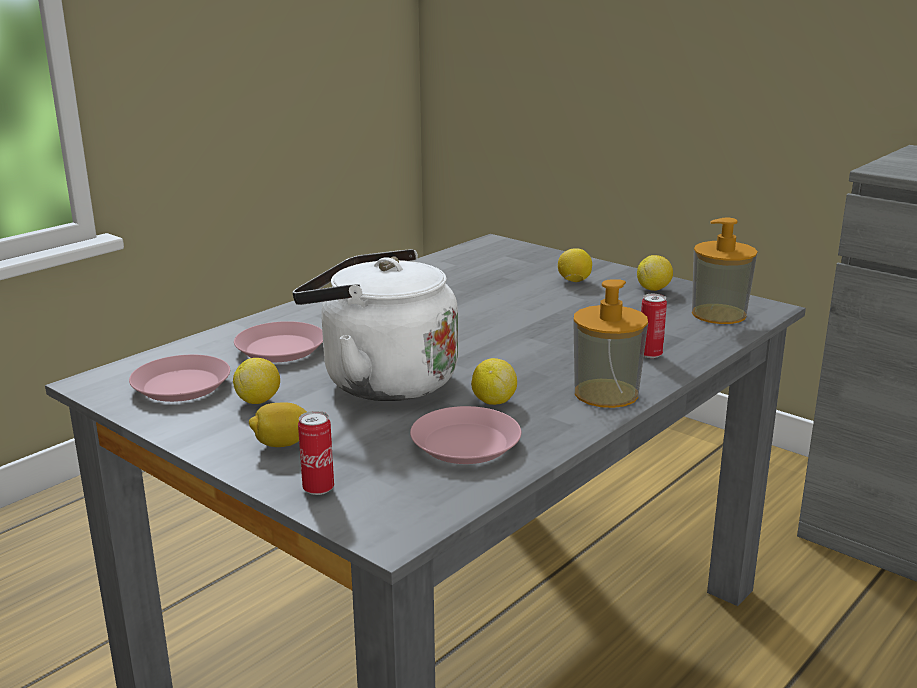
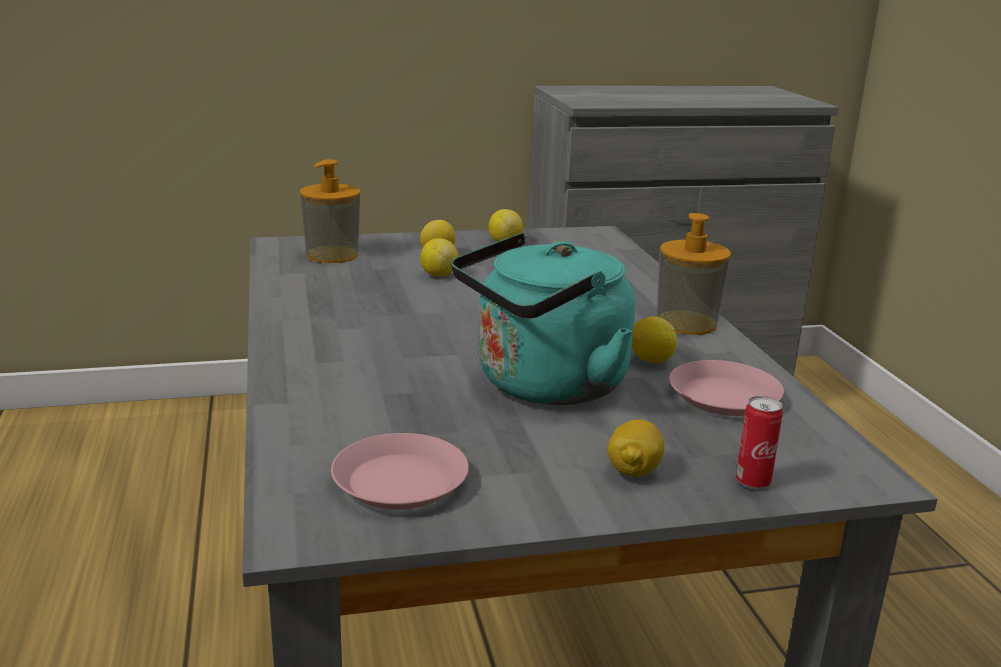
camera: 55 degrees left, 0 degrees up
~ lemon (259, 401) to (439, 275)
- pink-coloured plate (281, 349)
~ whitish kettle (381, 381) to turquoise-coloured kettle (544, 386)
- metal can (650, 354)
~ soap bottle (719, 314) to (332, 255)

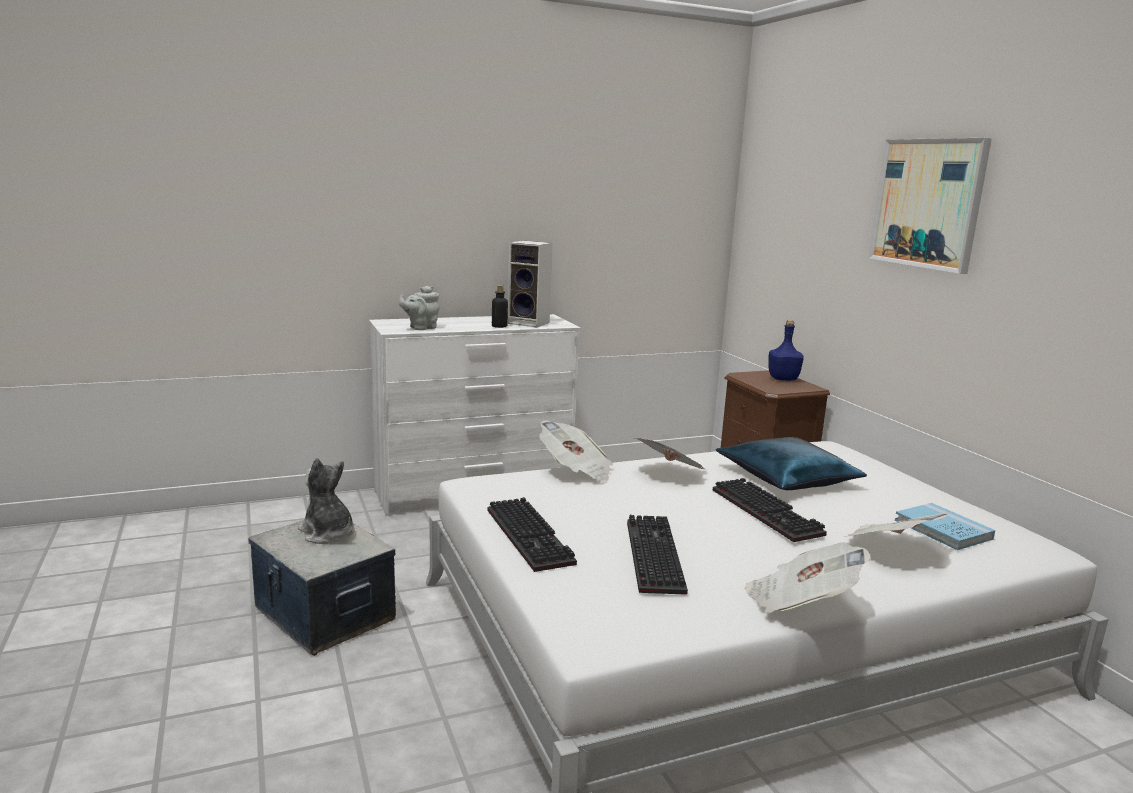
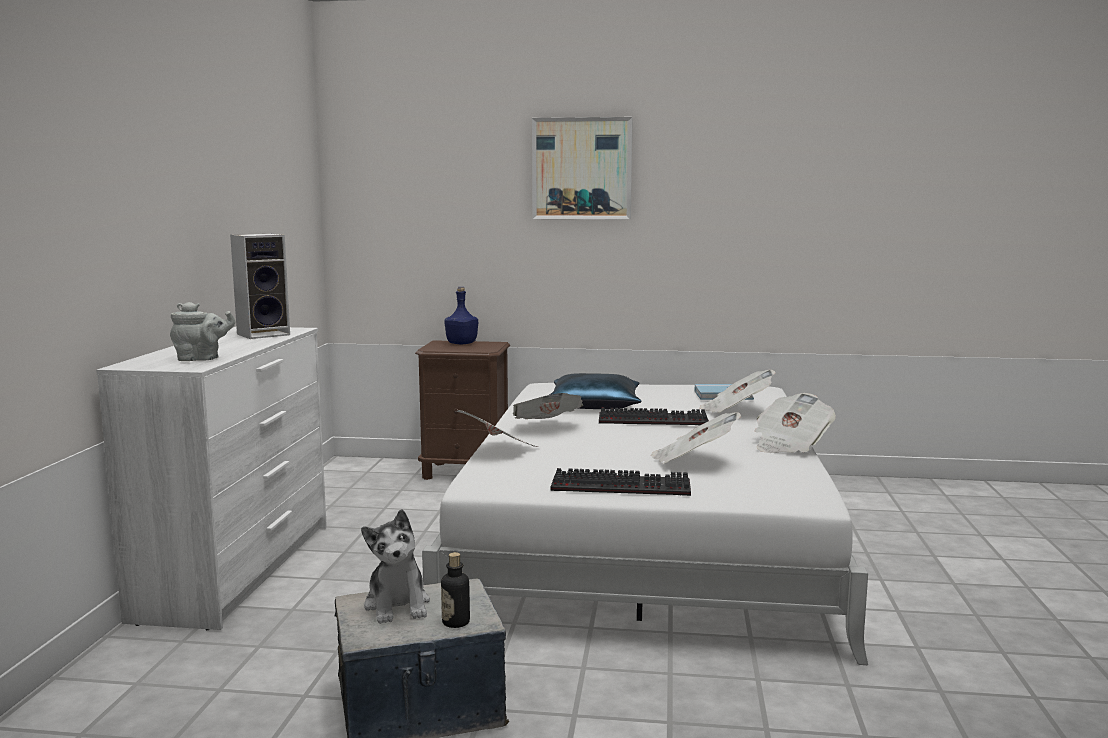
camera: 60 degrees left, 5 degrees down
~ plush toy (327, 533) = (398, 605) 90 degrees counterclockwise
~ gray tea pot (421, 328) = (202, 359) 90 degrees counterclockwise
~ drink bottle (499, 326) to (456, 622)
~ keyboard (651, 555) to printed paper (693, 460)

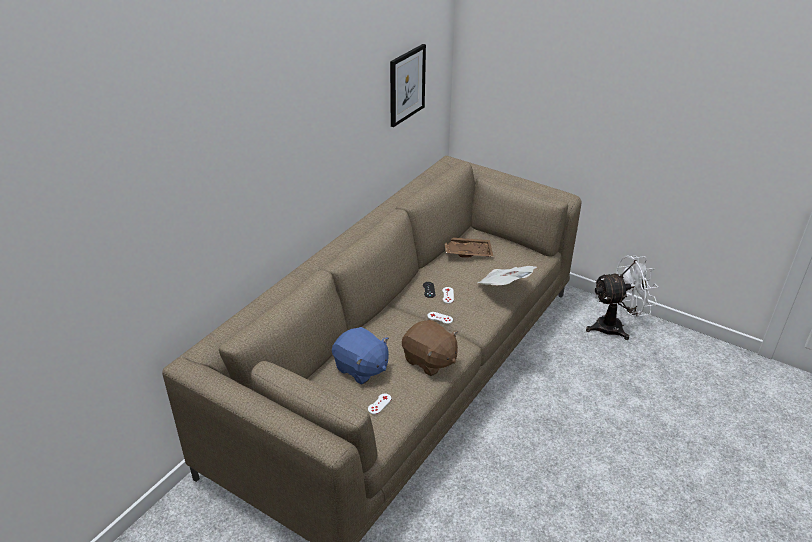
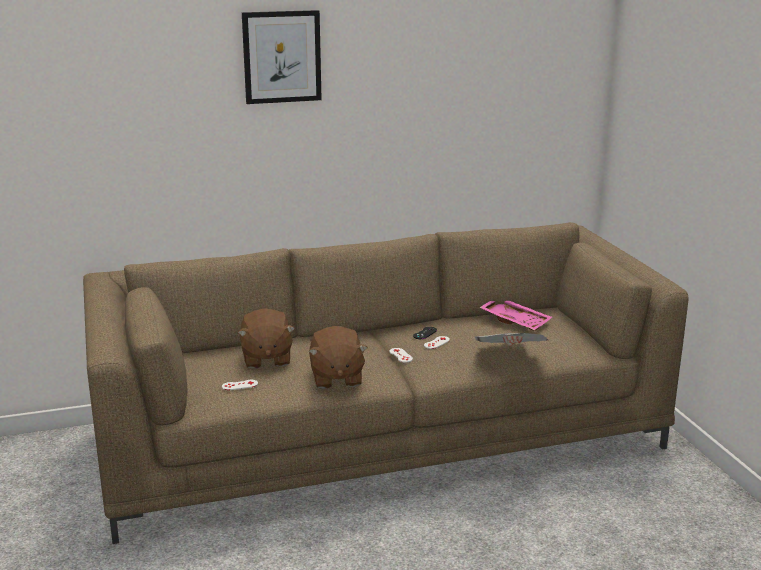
camera: 40 degrees right, 15 degrees down
~ blue-coloured plush toy (361, 368) to brown-coloured plush toy (266, 359)
~ picture (406, 85) to (282, 57)
~ brown-coloured tray (467, 252) to pink-coloured tray (516, 321)
- whitish fan (615, 327)

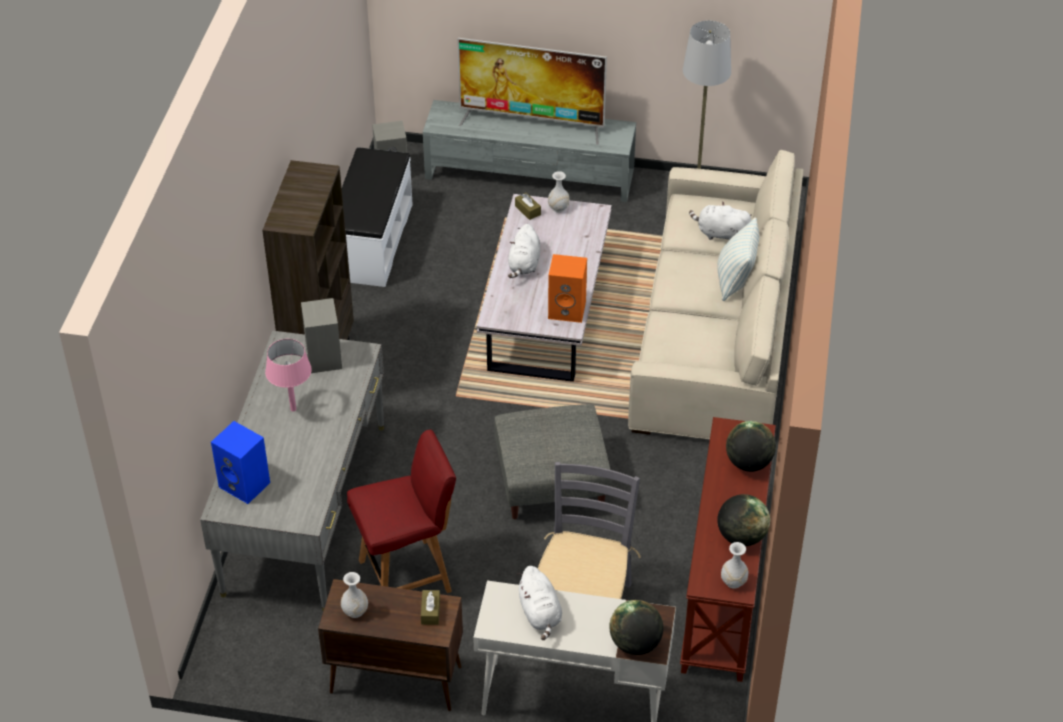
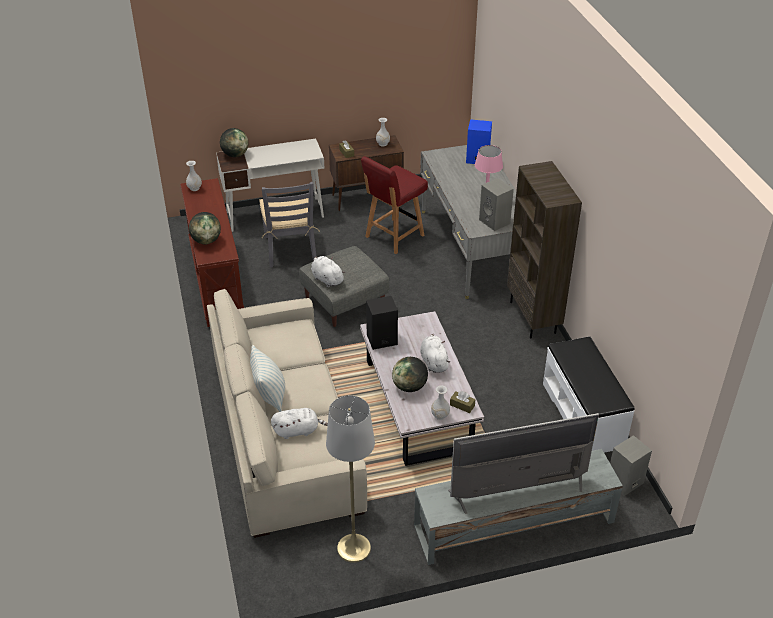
camera: 155 degrees right, 5 degrees down
~ whitish plush toy (540, 613) to (326, 279)
~ orange-coloured loudspeaker (568, 309) to black loudspeaker (381, 340)
~ world globe (741, 537) to (409, 387)

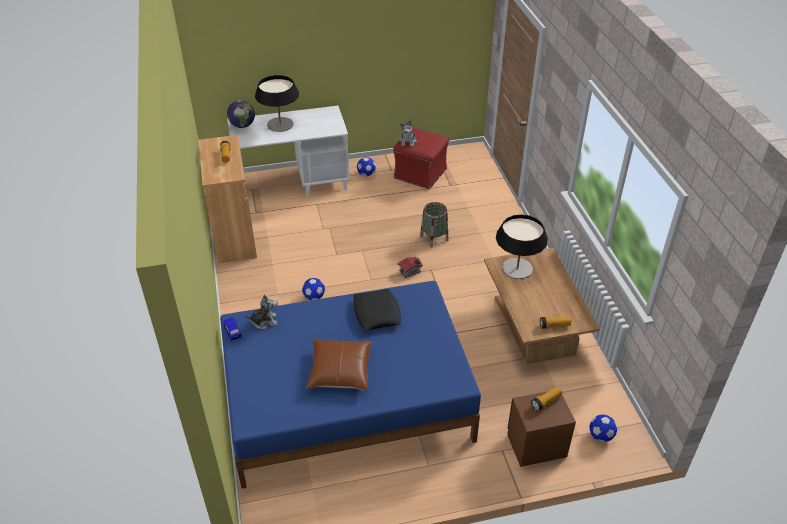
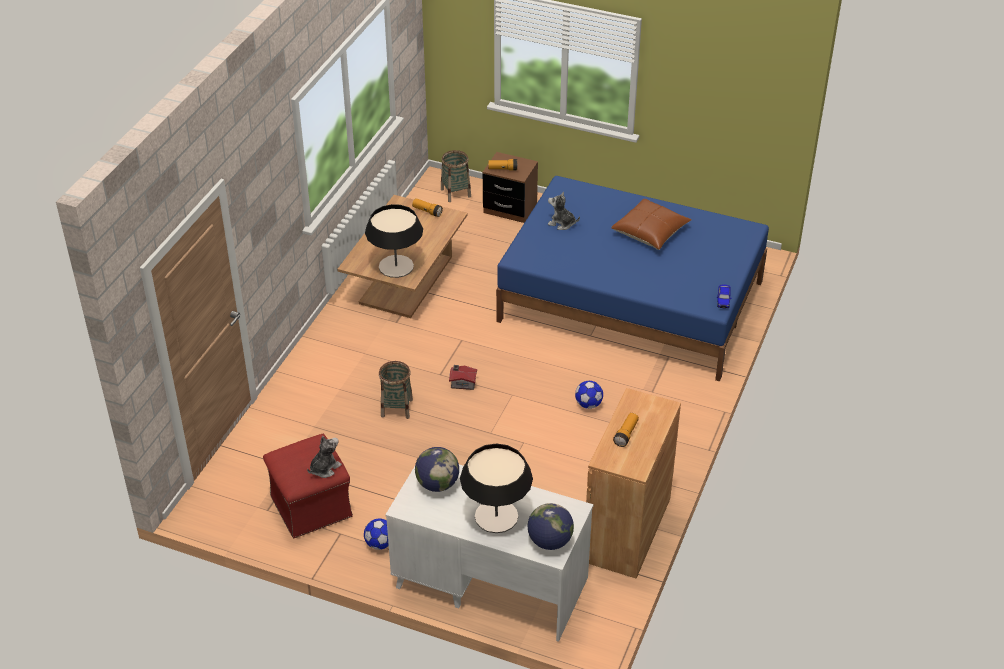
camera: 145 degrees left, 0 degrees up
~ plush toy (264, 321) to (562, 223)
- black cushion (376, 313)
~ football (600, 436) to basket (455, 193)
+ world globe (437, 484)

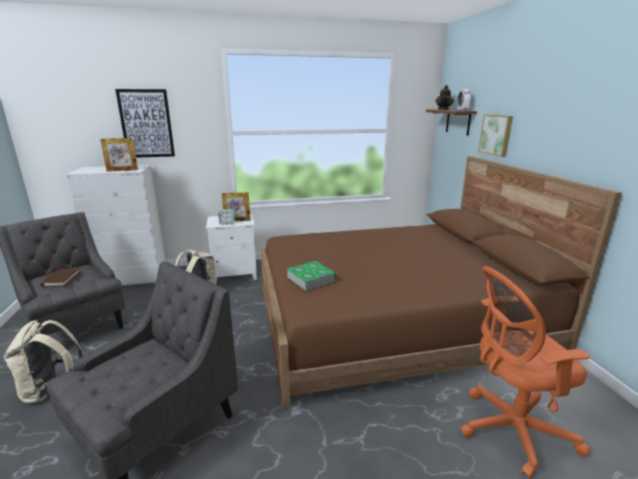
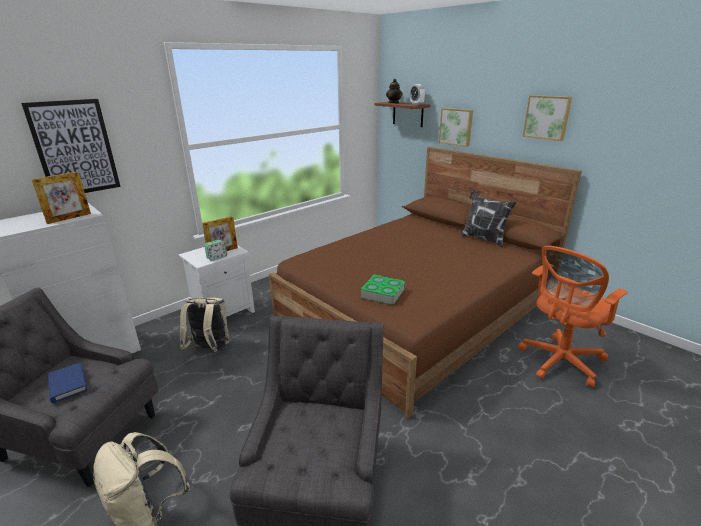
camera: 30 degrees left, 5 degrees up
~ brown-coloured volume (61, 279) to blue-coloured volume (68, 384)
+ cushion (483, 239)
+ picture (547, 117)

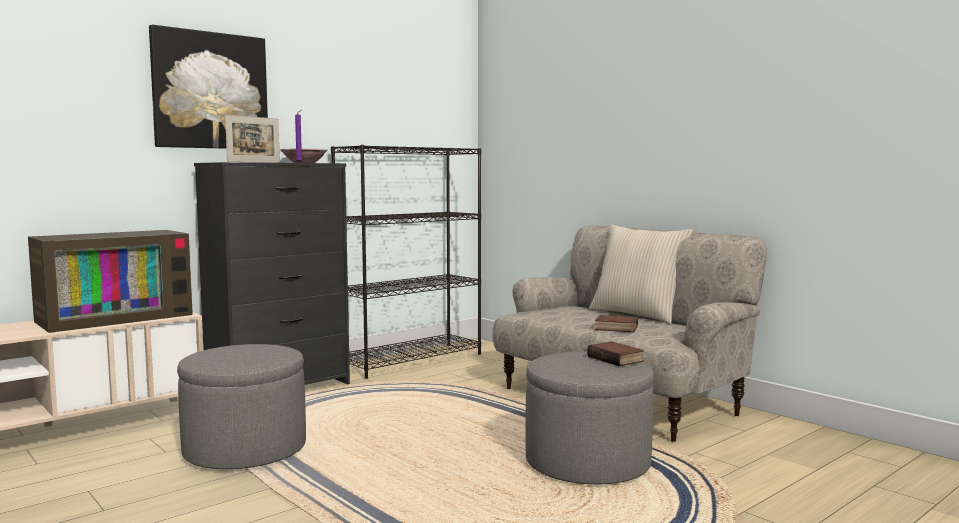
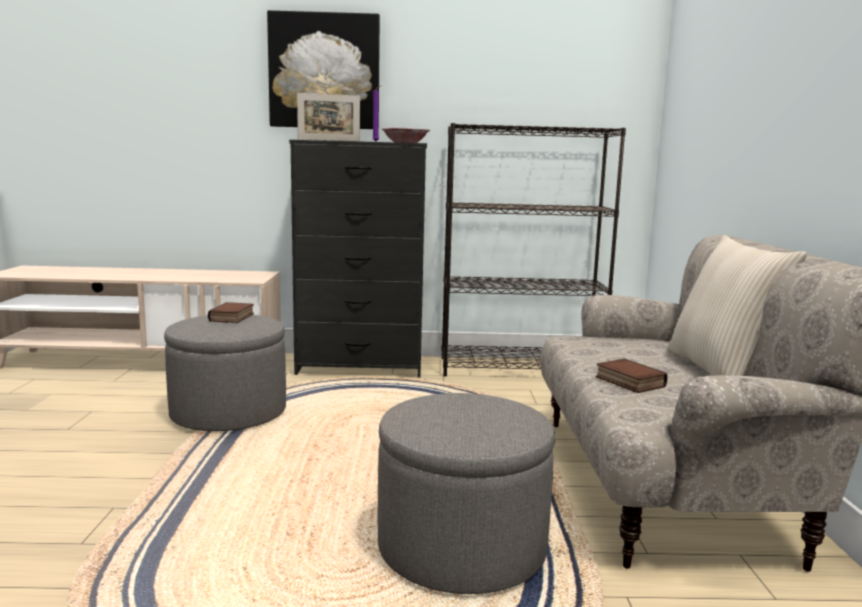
camera: 40 degrees right, 5 degrees up
- television (115, 317)
~ volume (616, 359) to (233, 317)

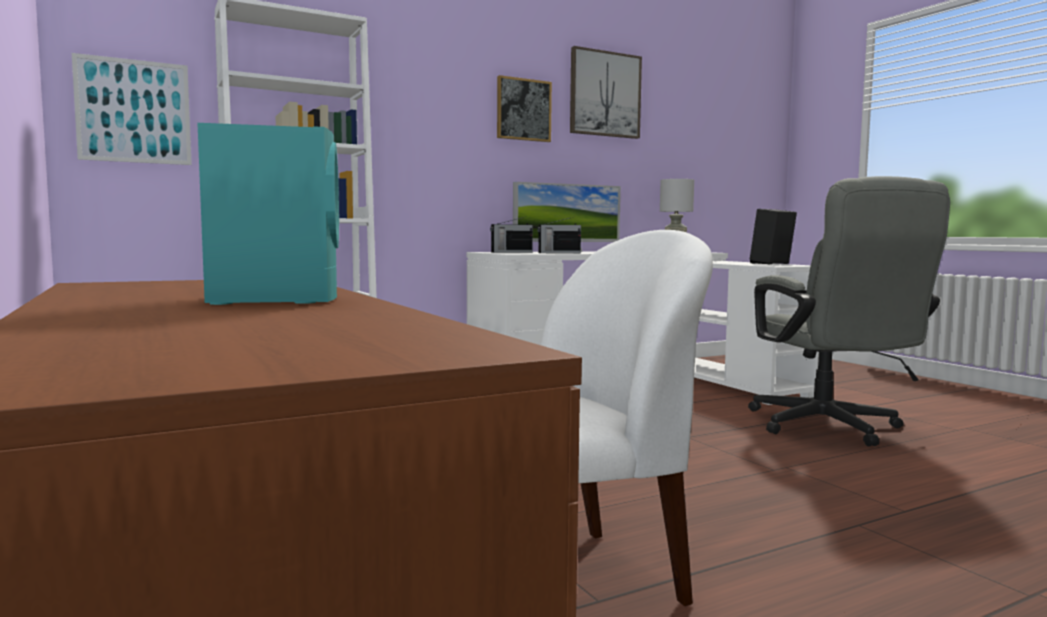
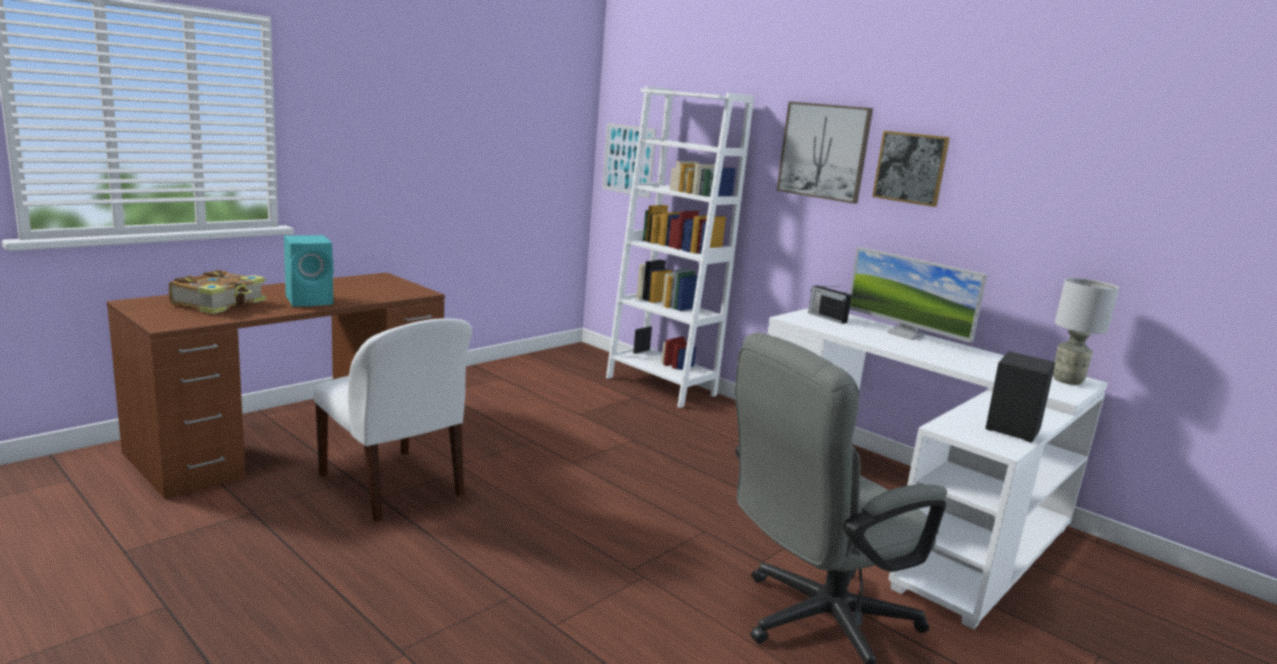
camera: 70 degrees right, 10 degrees up
- radio (558, 253)
~ picture (604, 94) to (824, 151)
+ volume (220, 303)

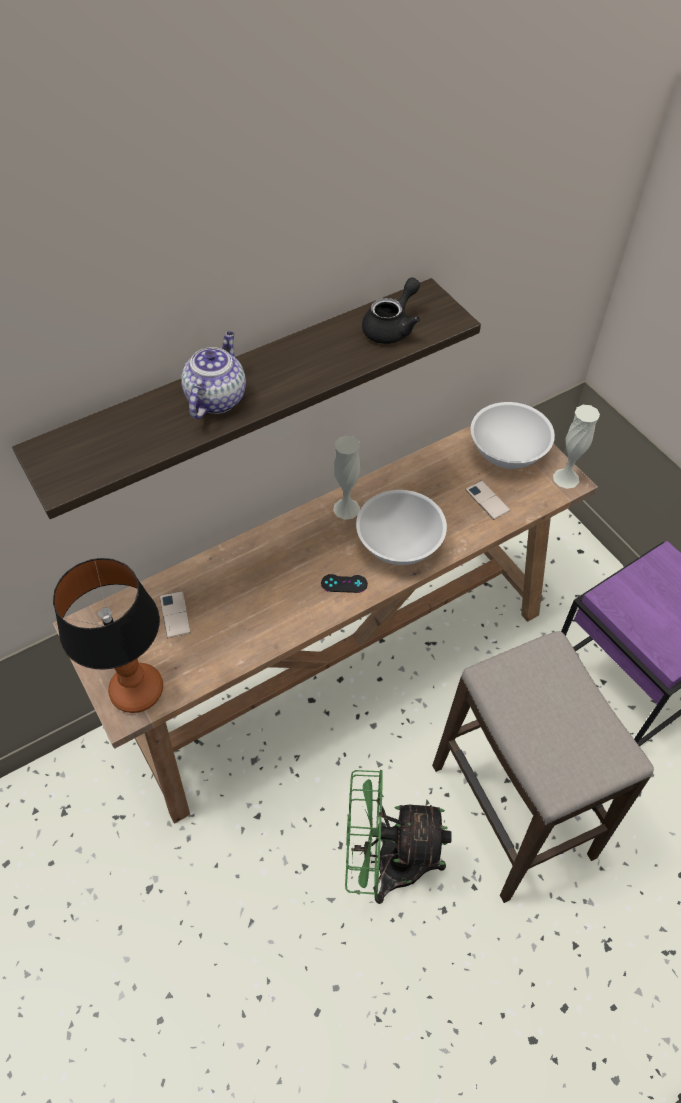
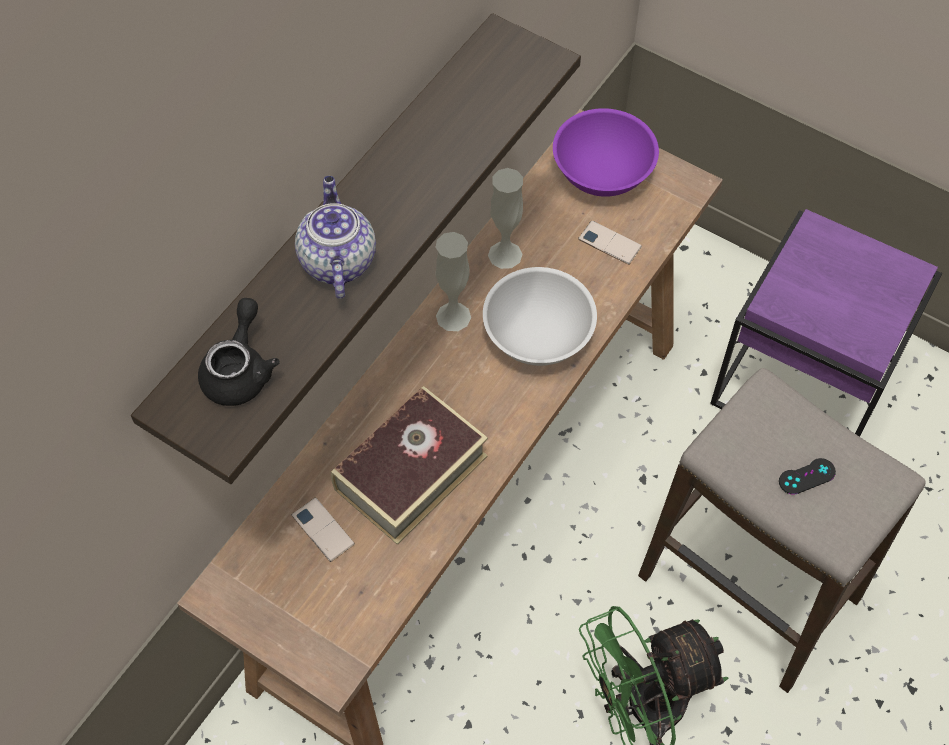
camera: 25 degrees left, 5 degrees up
- table lamp (136, 690)
~ black gamepad (344, 583) to (807, 476)
~ black tea pot (392, 327) to (240, 370)
~ whitish deep dish (507, 452) to purple-coloured deep dish (601, 173)
~ whitish flower vase (566, 478) to (505, 254)
+ volume (410, 472)

